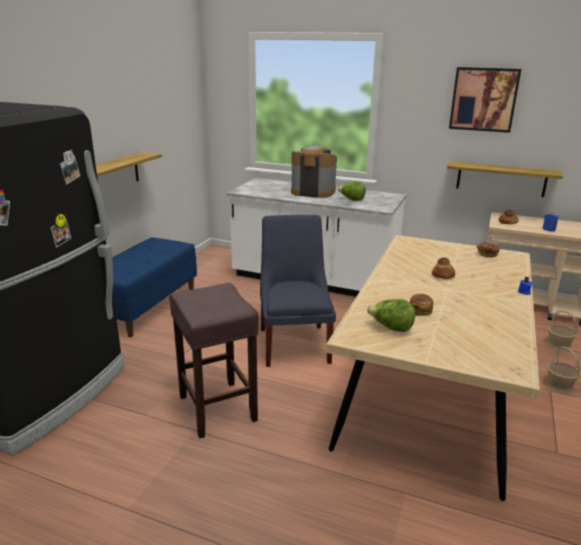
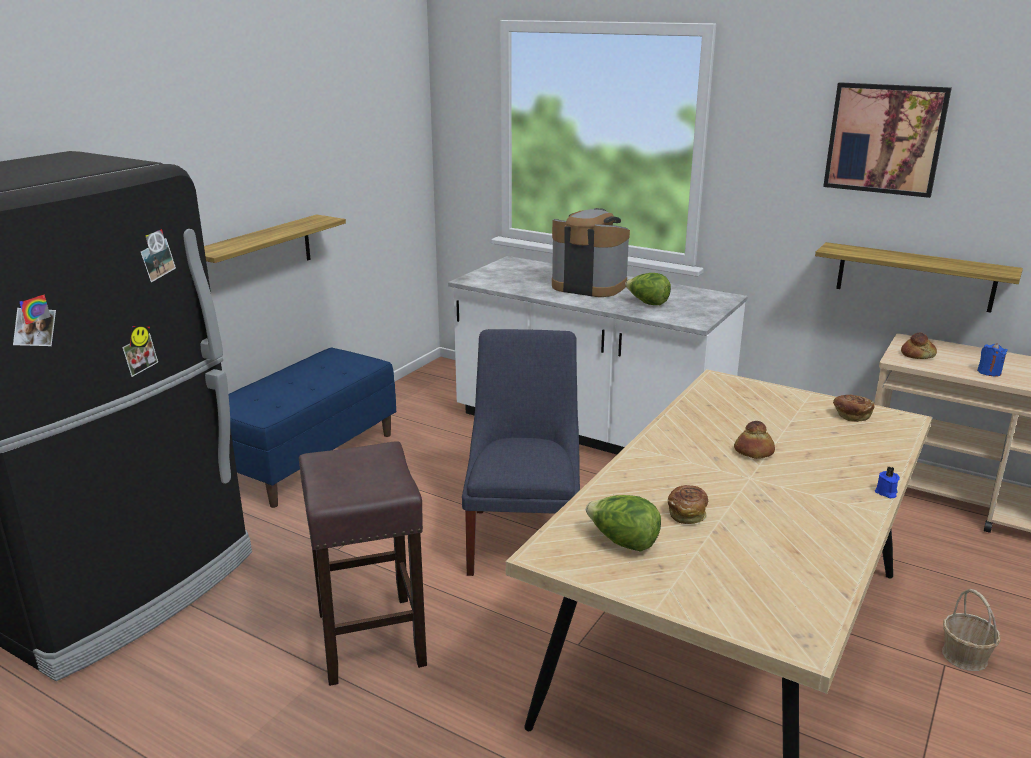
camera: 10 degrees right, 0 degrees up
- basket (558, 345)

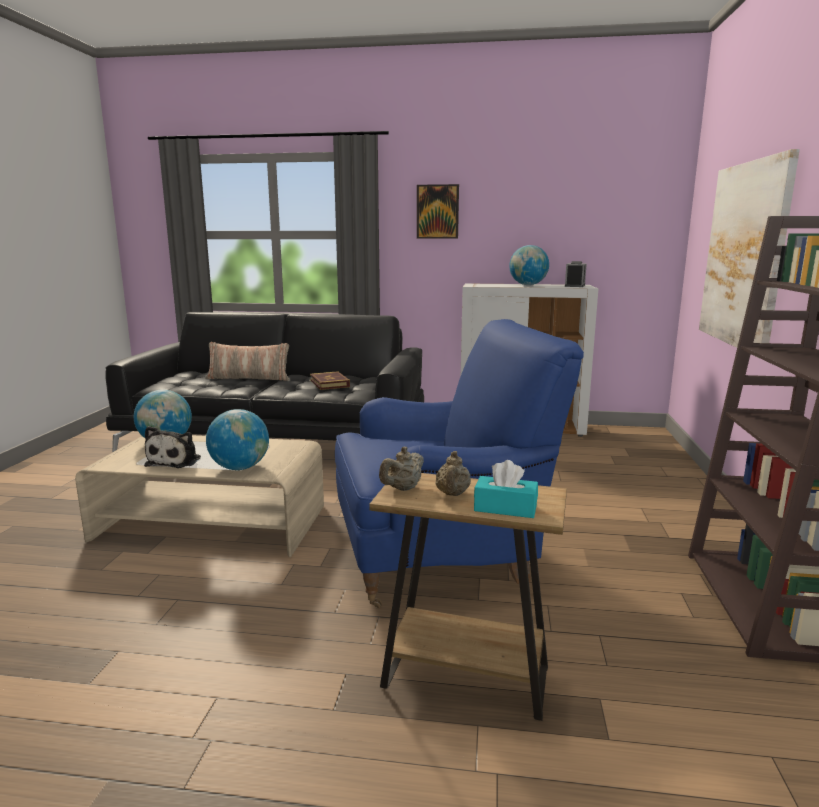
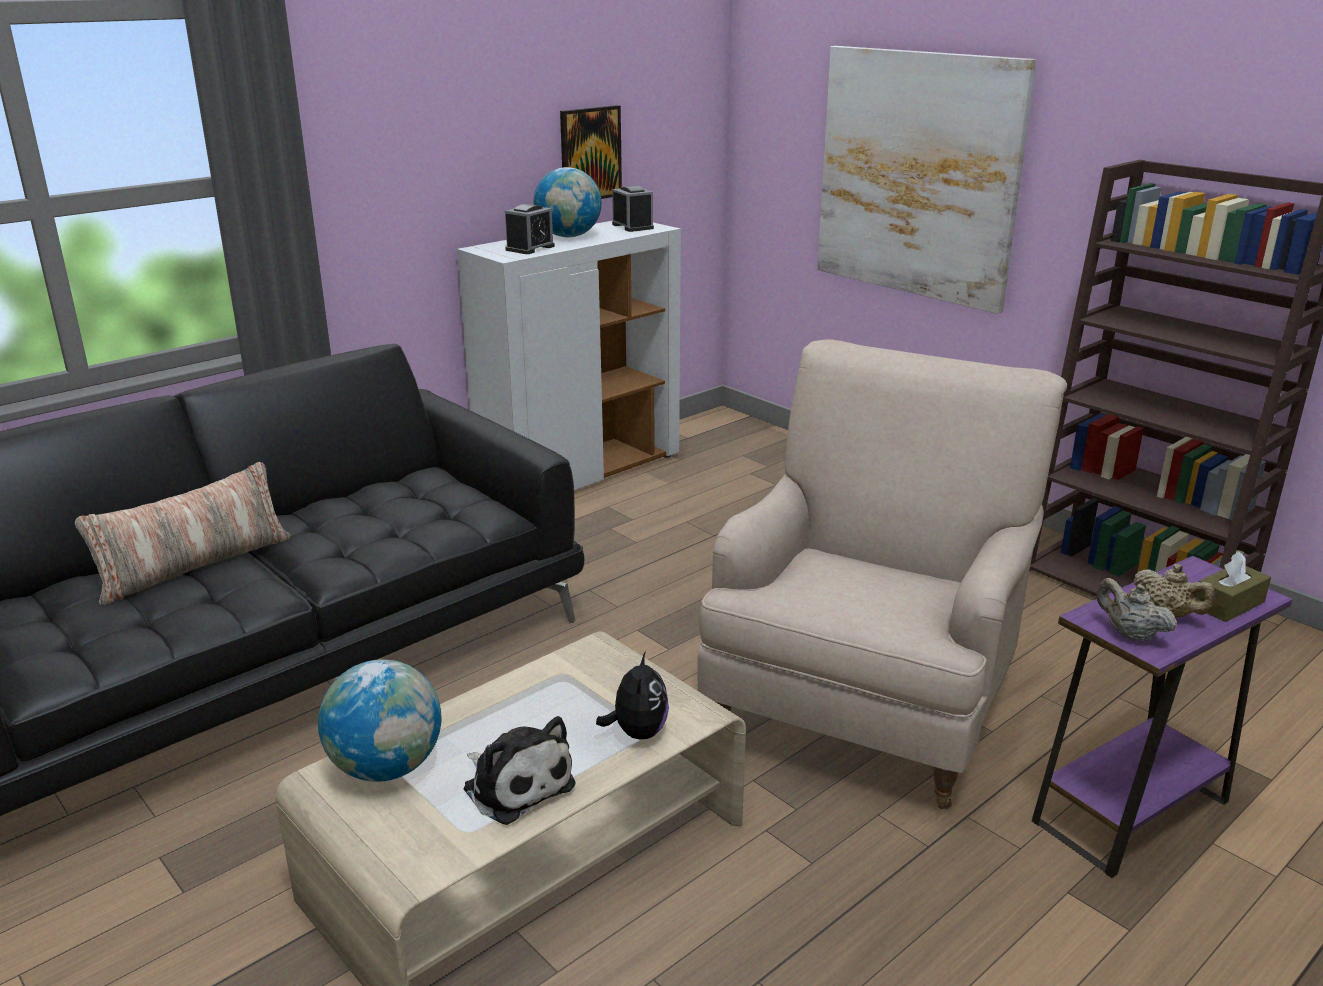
camera: 50 degrees left, 10 degrees up
~ world globe (240, 468) to plush toy (637, 732)
- volume (329, 383)
~ blue-coloured lounge chair (440, 554) to beige lounge chair (865, 705)
~ brown-coloured side table (465, 677) to purple-coloured side table (1131, 811)
~ beige tea pot (402, 489) = (1129, 634) 150 degrees clockwise
~ picture (437, 211) to (590, 154)
~ turquoise-coloured tissue holder (505, 508) to brown-coloured tissue holder (1228, 604)
+ bedside clock (530, 248)

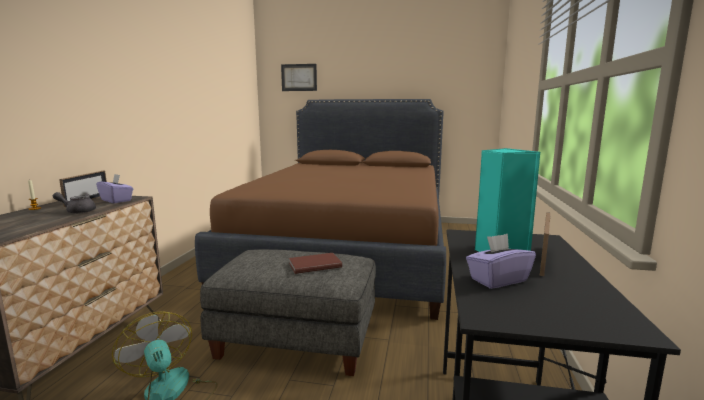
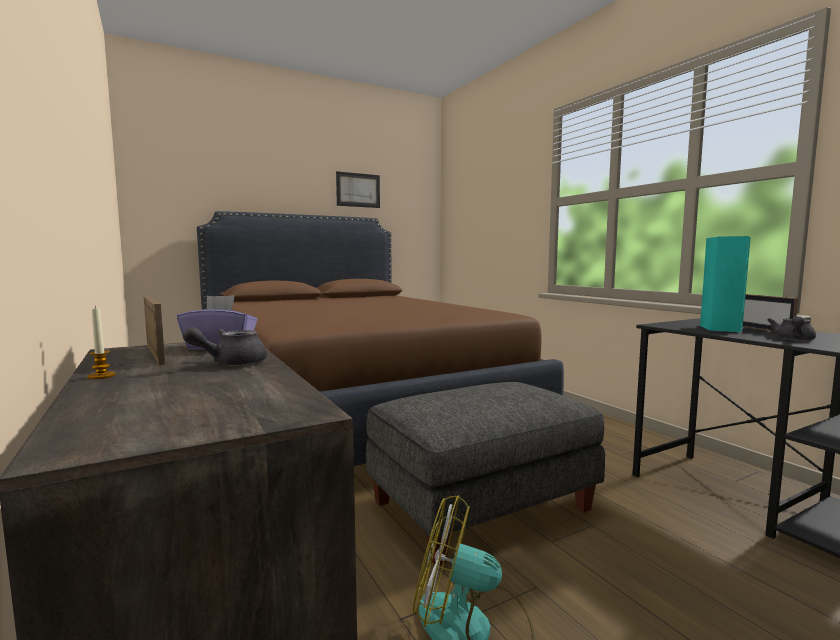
camera: 40 degrees left, 5 degrees down
~ picture (299, 77) to (358, 190)
- brown-coloured volume (314, 265)
~ purple-coloured tissue holder (497, 280) to gray tea pot (793, 339)

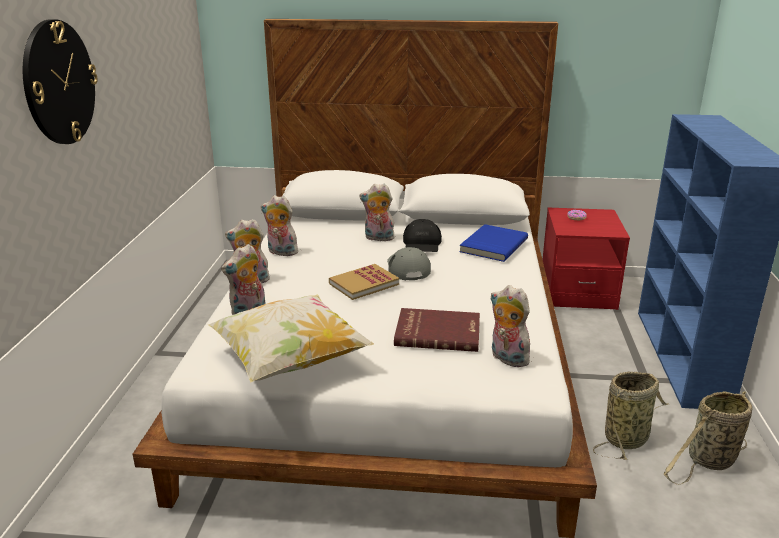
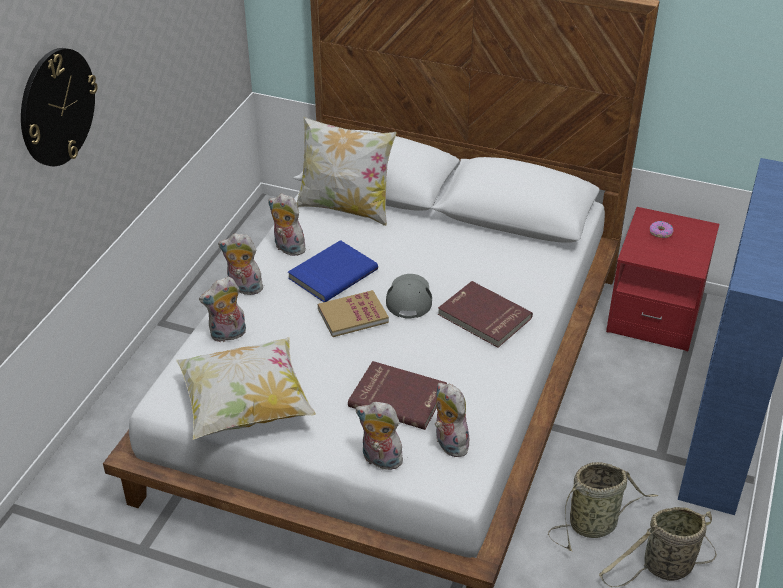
camera: 15 degrees right, 15 degrees up
~ plush toy (378, 238) to (380, 460)
- black baseball cap (422, 244)
~ blue-coloured volume (492, 245) to (332, 273)
+ cushion (346, 207)
+ red-coloured volume (483, 317)

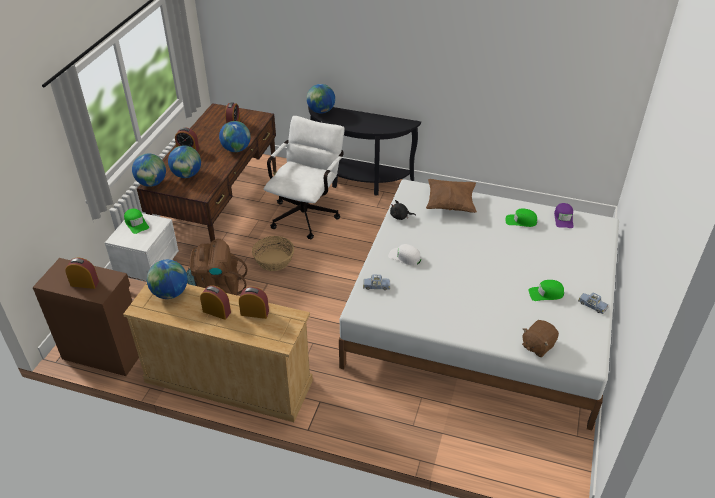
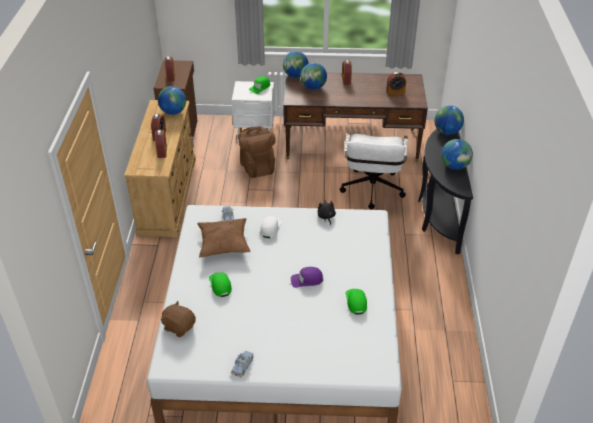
camera: 75 degrees right, 0 degrees up
~ world globe (236, 149) to (454, 166)
- basket (274, 260)
~ whitish desk chair (307, 213) = (371, 192) 90 degrees clockwise
~ brown-coloured cushion (450, 204) to (224, 245)
~ green baseball cap (546, 294) to (220, 285)
~ purple-coloured baseball cap (563, 218) to (306, 280)

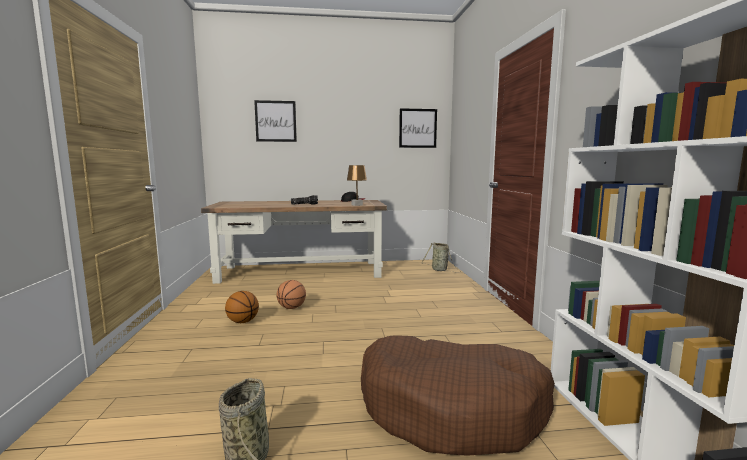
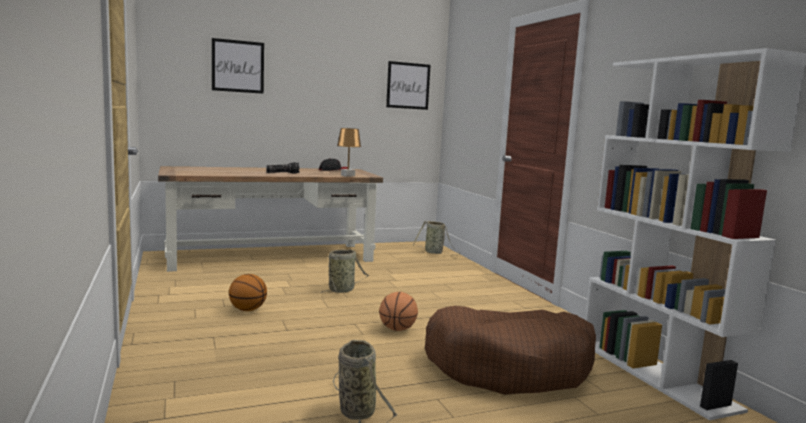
camera: 15 degrees left, 0 degrees up
~ basketball (291, 308) to (397, 329)
+ basket (342, 290)

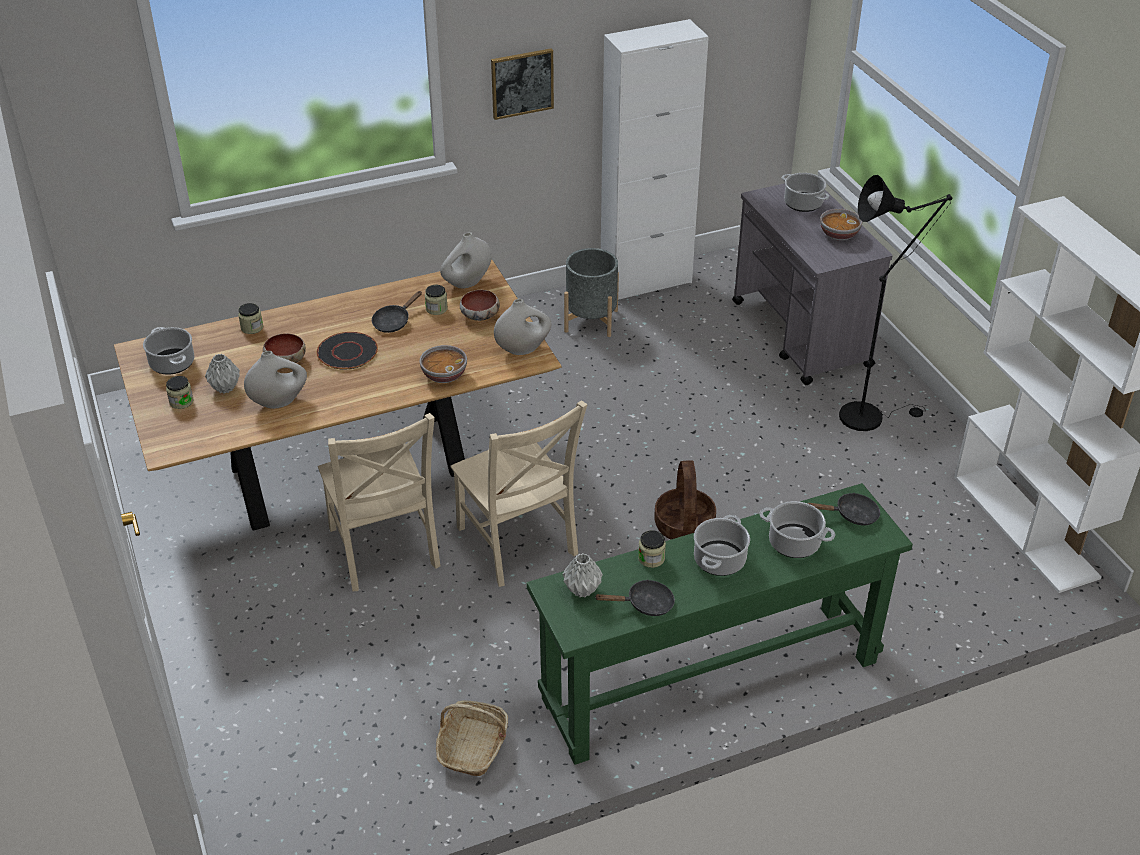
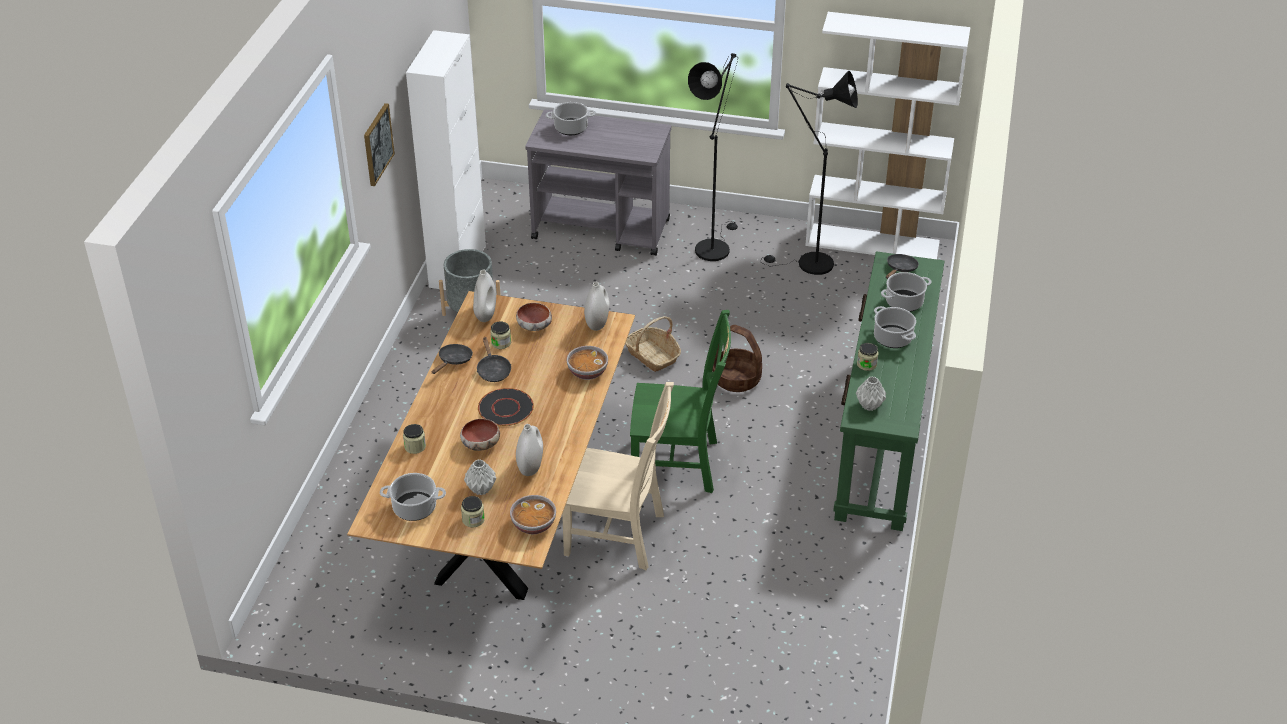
camera: 55 degrees left, 0 degrees up
~ basket (473, 747) to (652, 356)
~ beige upright chair (518, 544) to green upright chair (679, 464)
~ black pan (645, 604) to (453, 361)
~ deep dish (838, 235) to (533, 525)
+ black standing lamp (808, 264)

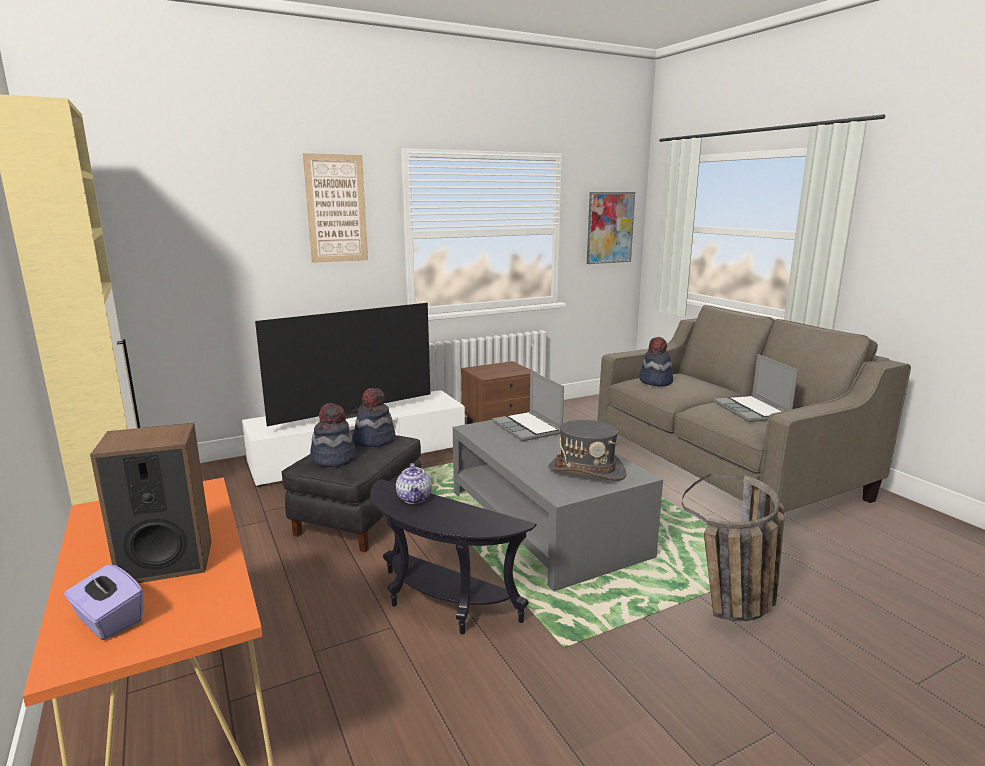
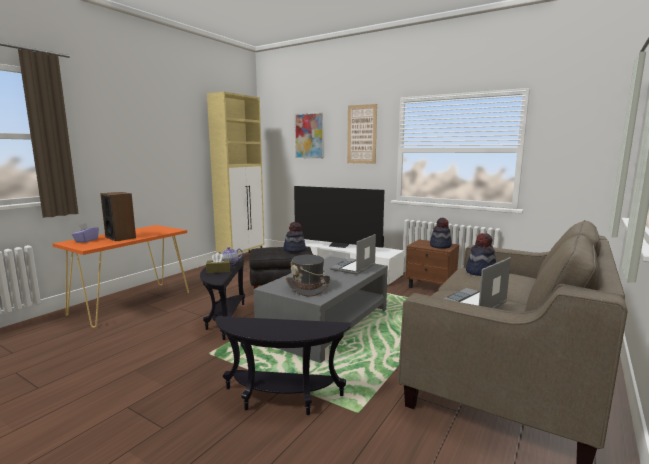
camera: 60 degrees right, 5 degrees down
~ hat (333, 459) to (440, 246)
~ picture (610, 227) to (309, 135)
~ basket (734, 610) to black side table (281, 400)
+ brown-coloured tissue holder (218, 271)

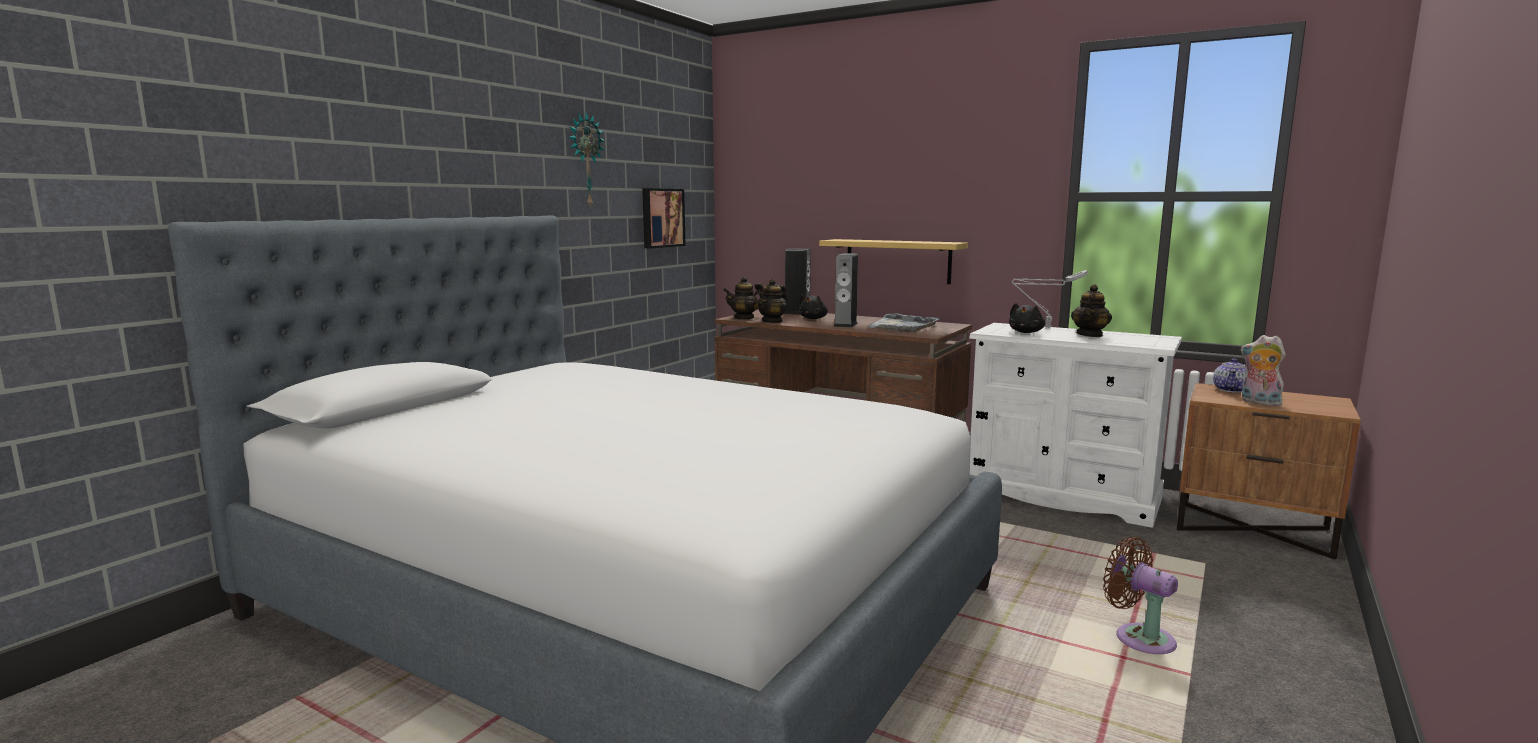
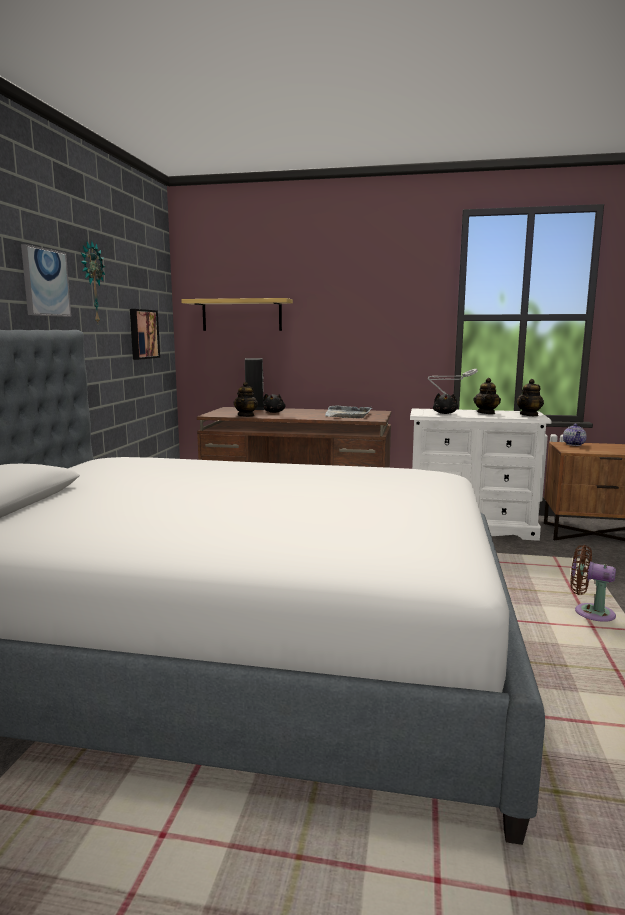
camera: 20 degrees left, 0 degrees up
~ tea pot (744, 318) to (529, 415)
~ shelf (898, 261) to (241, 315)
- loudspeaker (845, 325)
- plush toy (1258, 403)
+ picture (45, 282)

